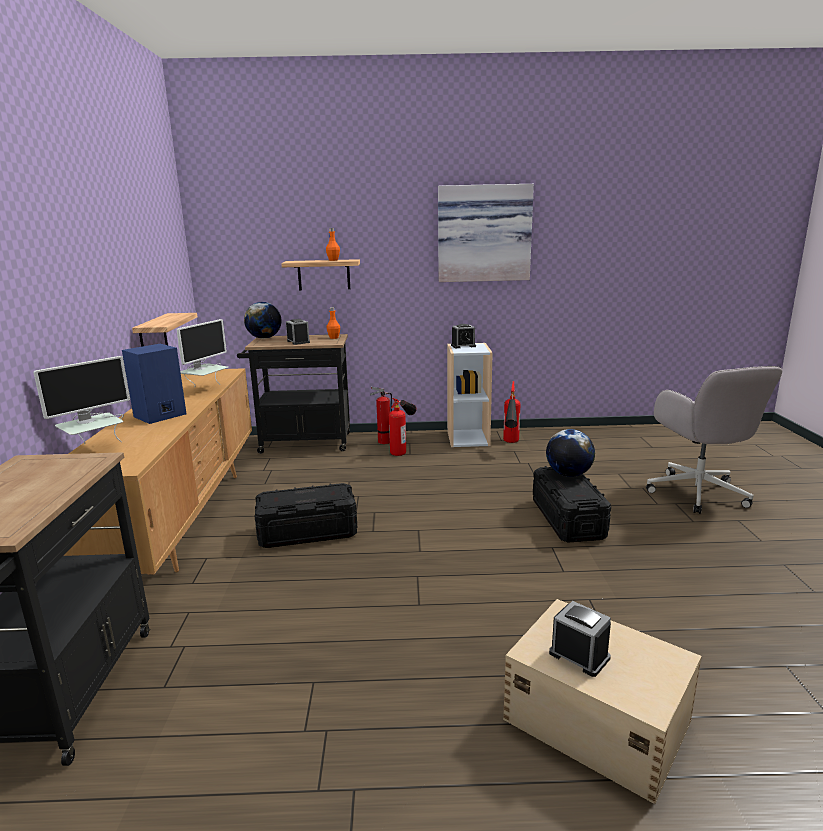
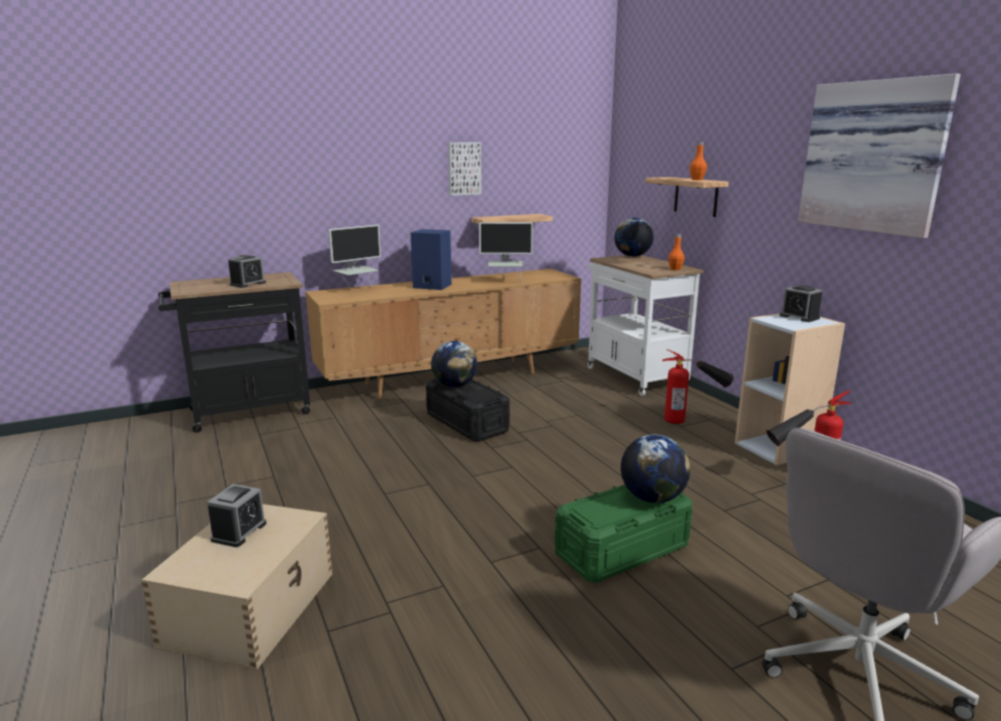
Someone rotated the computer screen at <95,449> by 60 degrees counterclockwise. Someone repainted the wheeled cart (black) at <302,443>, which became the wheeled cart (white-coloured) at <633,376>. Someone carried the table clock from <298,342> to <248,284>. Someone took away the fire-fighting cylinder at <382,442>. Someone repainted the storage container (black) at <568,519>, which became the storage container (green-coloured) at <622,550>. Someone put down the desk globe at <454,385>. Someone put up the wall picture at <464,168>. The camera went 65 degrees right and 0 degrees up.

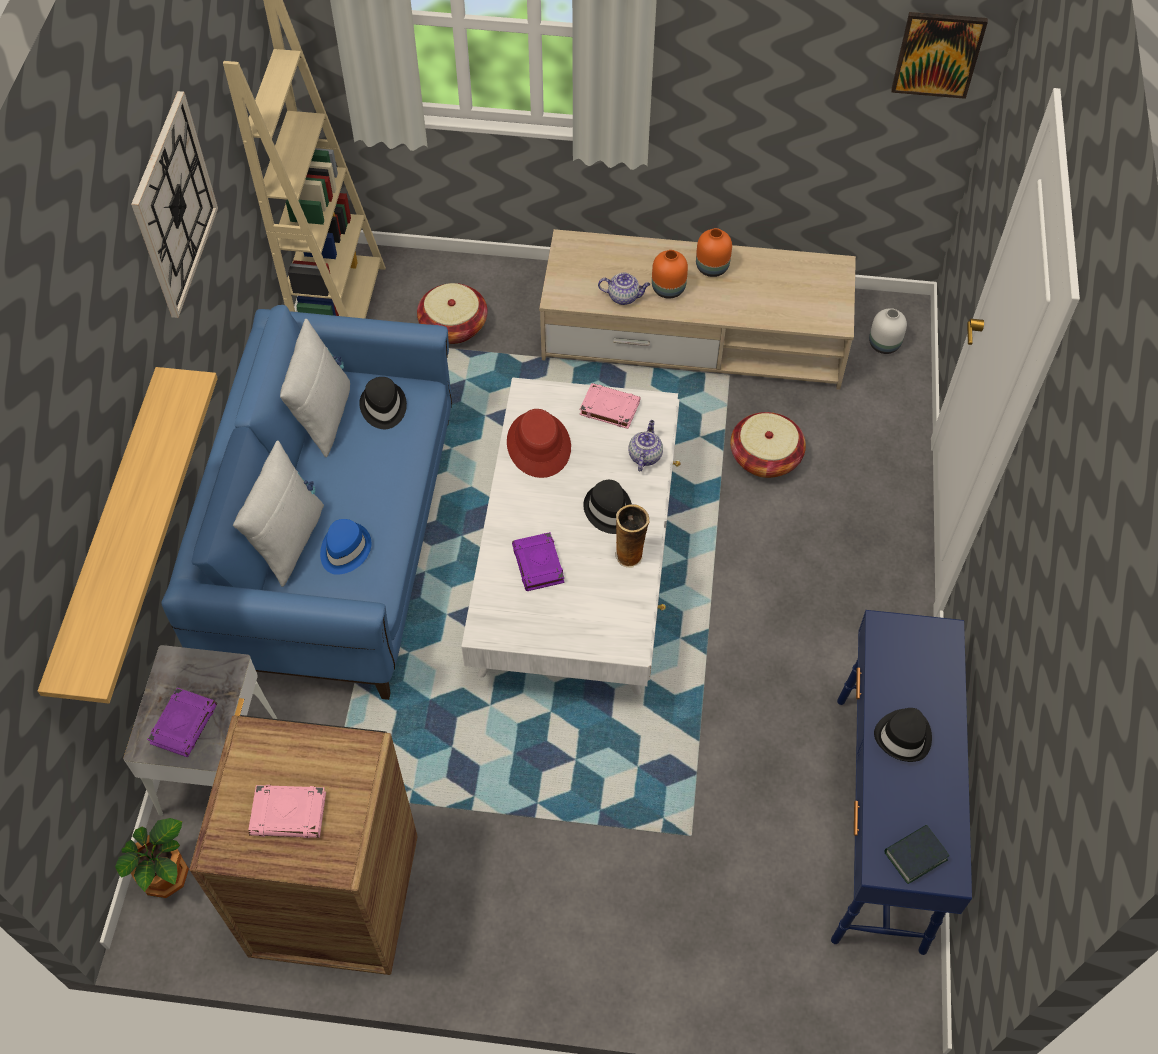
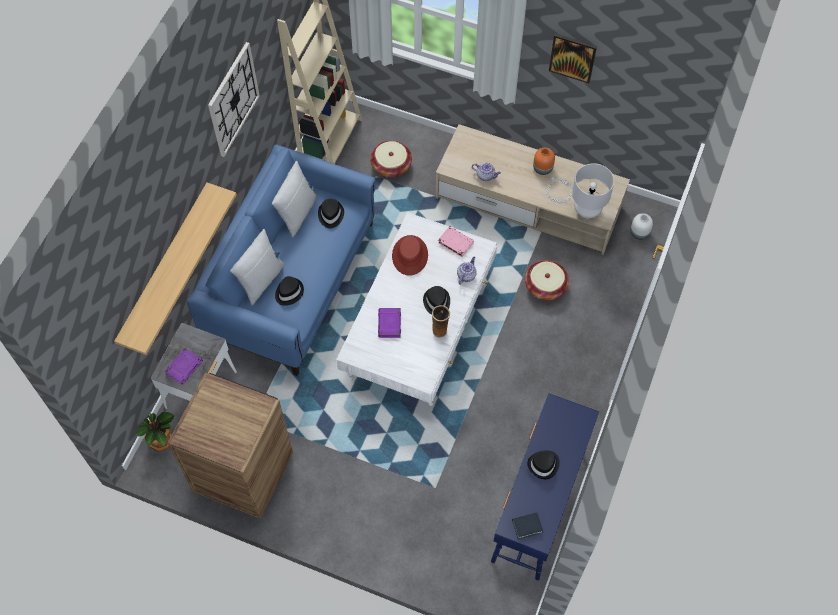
Someone took away the volume (pink-coloured) at <289,813>. Someone repainted the clothing hat (blue-coloured) at <344,550>, which became the clothing hat (black) at <288,292>. Someone took away the vase (orange) at <668,288>. Someone carried the wall picture from <938,54> to <572,57>. Someone put down the tabletop lamp (grey) at <576,203>. The camera went 15 degrees right and 5 degrees up.

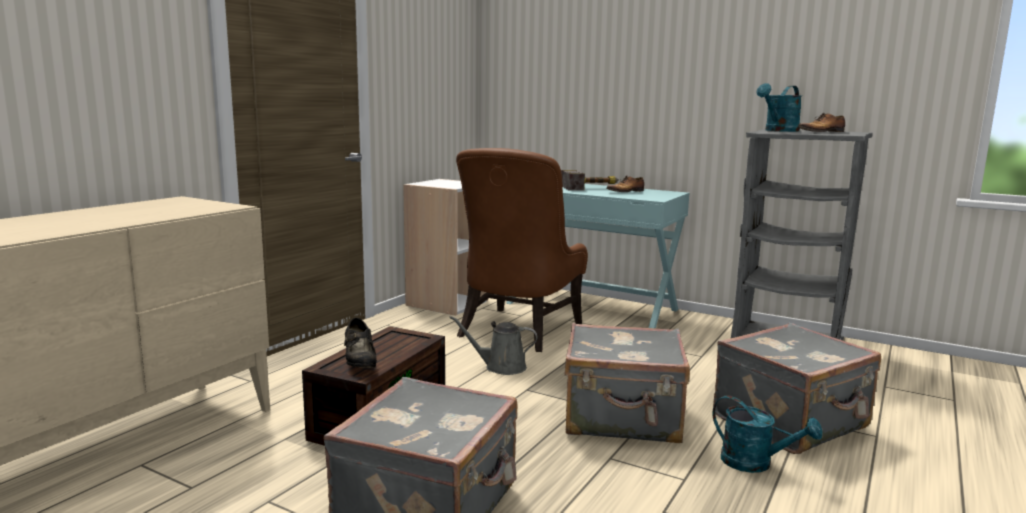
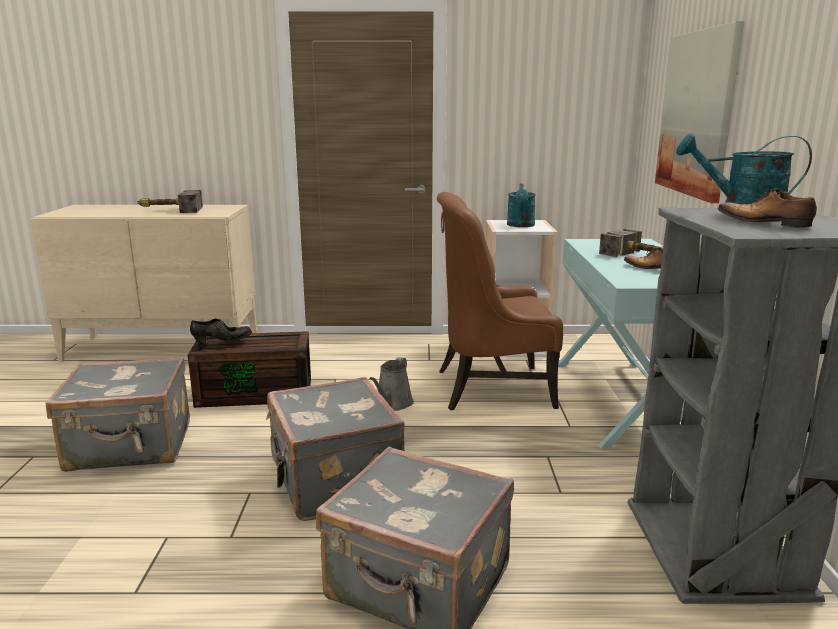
Someone rotated the item of footwear (black) at <360,363> by 150 degrees counterclockwise. Someone rotated the watering pot (grey) at <501,367> by 135 degrees counterclockwise. Someone carried the watering pot (turquoise) from <755,464> to <521,225>. Someone put down the hammer at <169,210>. Someone put up the wall picture at <697,114>. The camera went 60 degrees right and 5 degrees up.

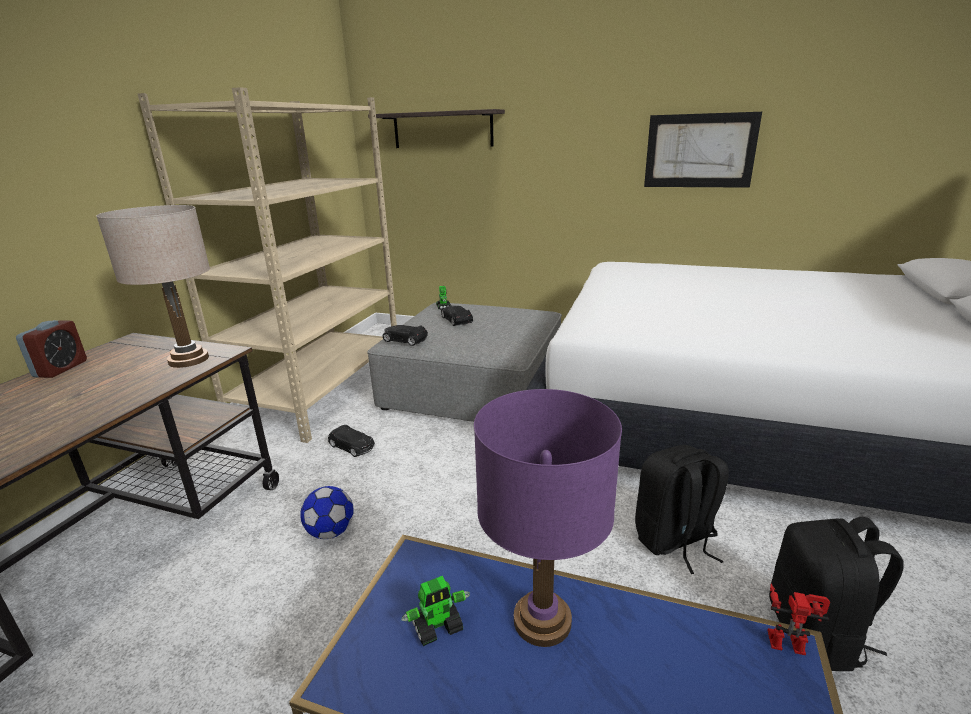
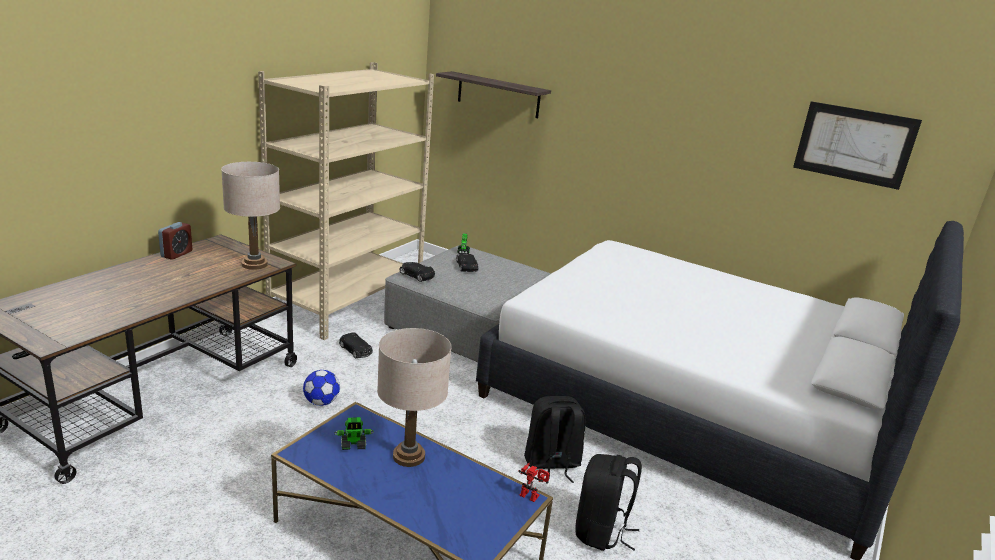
Someone repainted the tabletop lamp (purplish) at <542,620>, which became the tabletop lamp (beige-coloured) at <409,456>. Someone carried the wall picture from <699,151> to <854,144>. The camera went 10 degrees right and 0 degrees up.

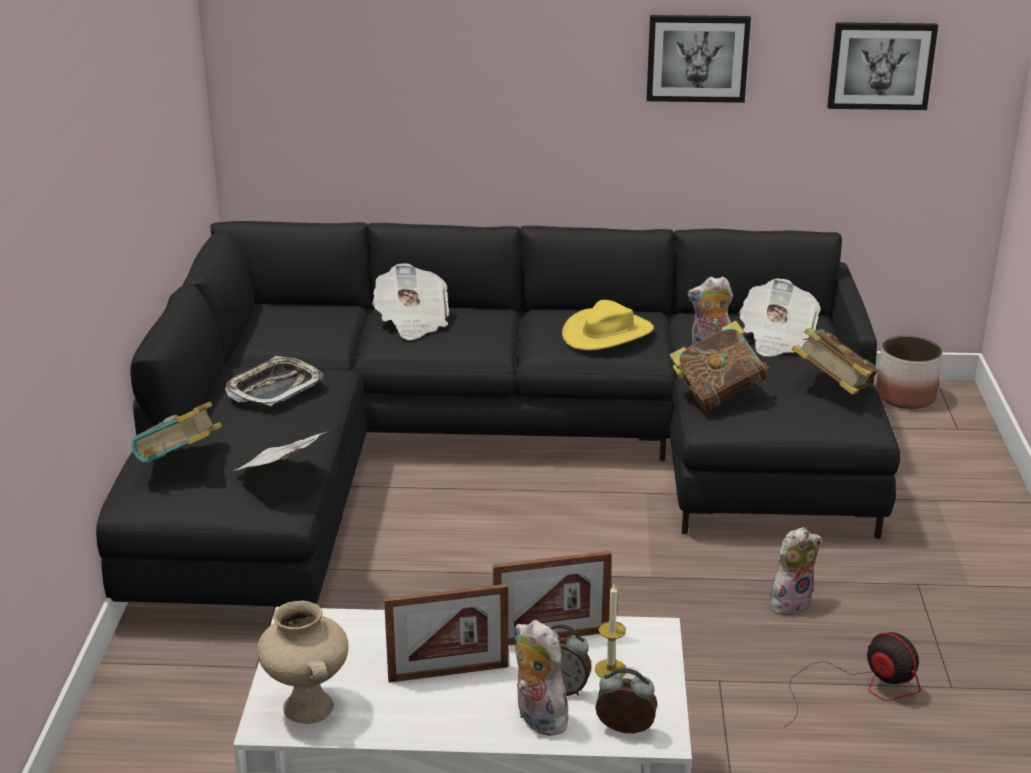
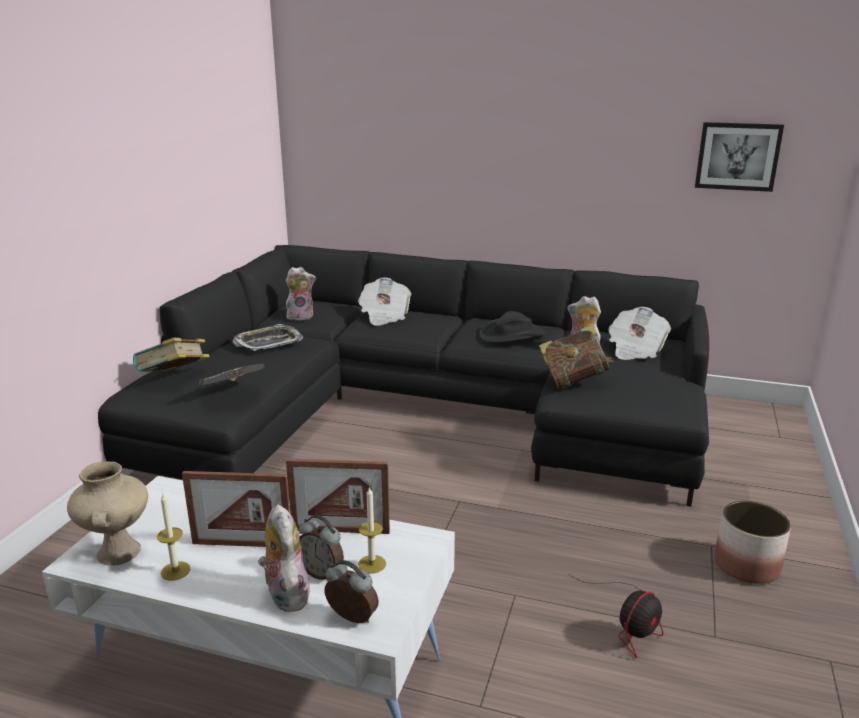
Someone repainted the clothing hat (yellow) at <607,333>, which became the clothing hat (black) at <512,334>. Someone took away the wall picture at <697,58>. Someone carried the soft toy from <790,602> to <301,316>. Someone rotated the cooling fan at <859,688> by 75 degrees clockwise. Someone took away the volume at <832,389>. Someone carried the flower pot from <905,396> to <747,565>. Someone put down the candle at <175,571>. The camera went 15 degrees right and 5 degrees down.

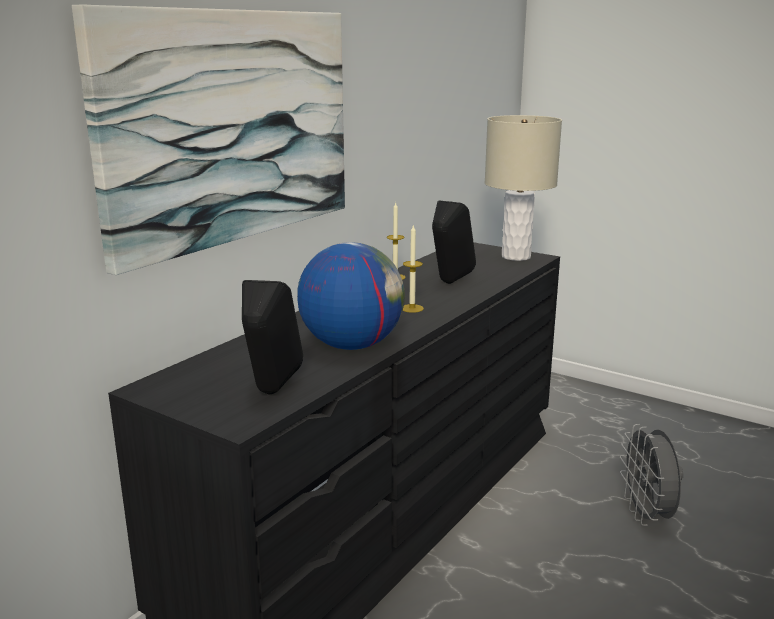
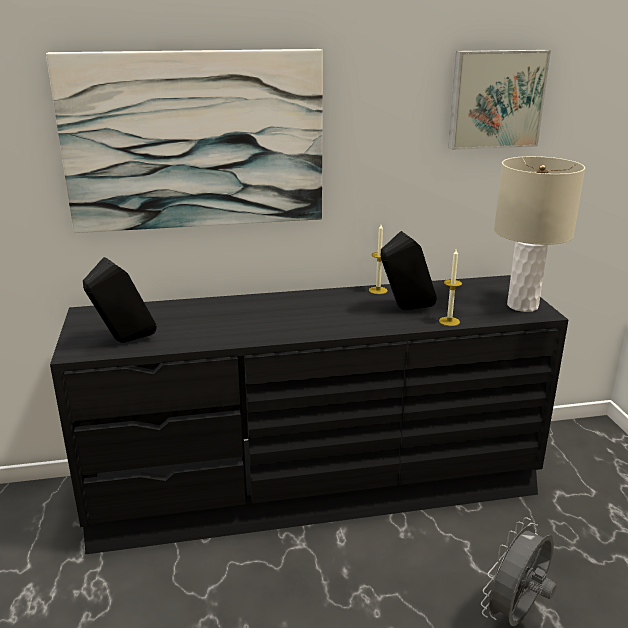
Someone took away the desk globe at <351,345>. Someone carried the candle from <412,308> to <449,321>. Someone put up the wall picture at <495,99>. The camera went 45 degrees right and 5 degrees up.

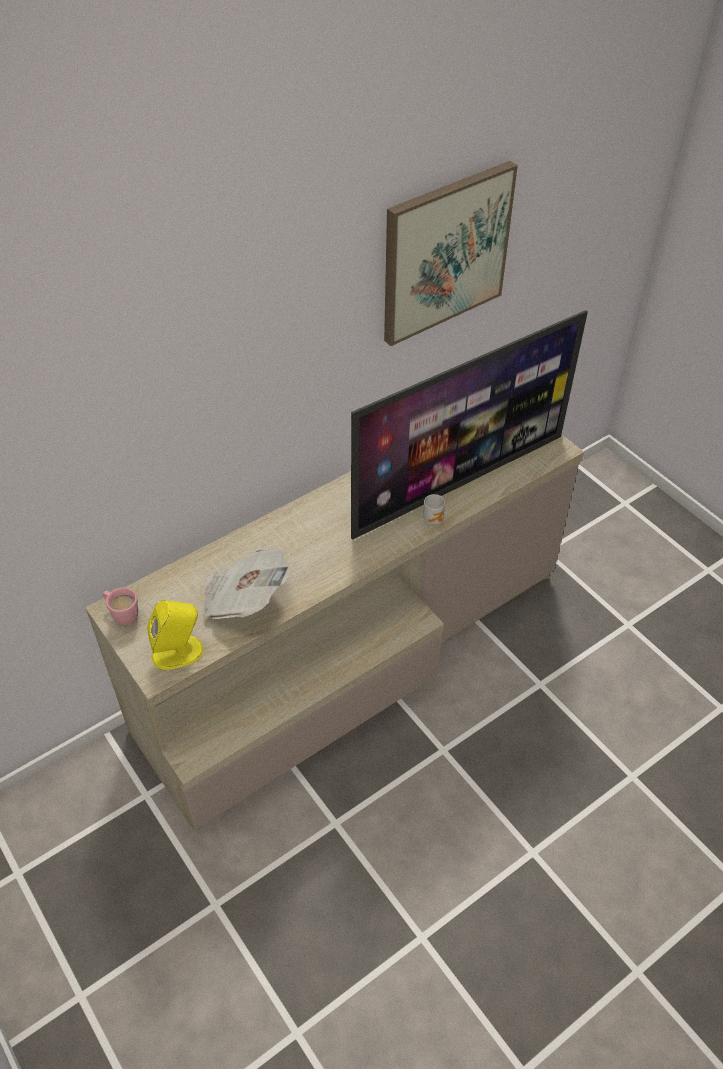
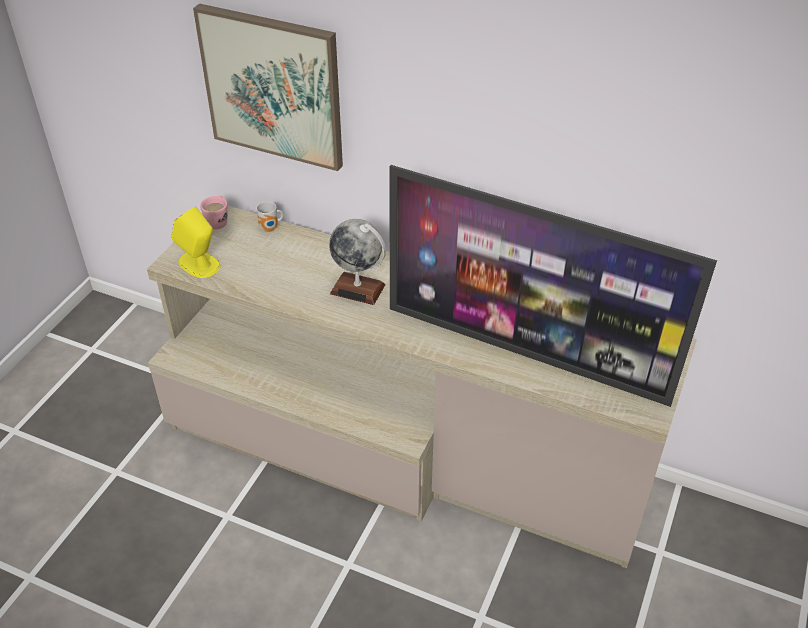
Someone took away the newspaper at <245,599>. Someone carried the wall picture from <445,253> to <273,87>. Someone carried the coffee mug from <434,519> to <270,229>. Someone put down the desk globe at <358,289>. The camera went 60 degrees right and 5 degrees down.

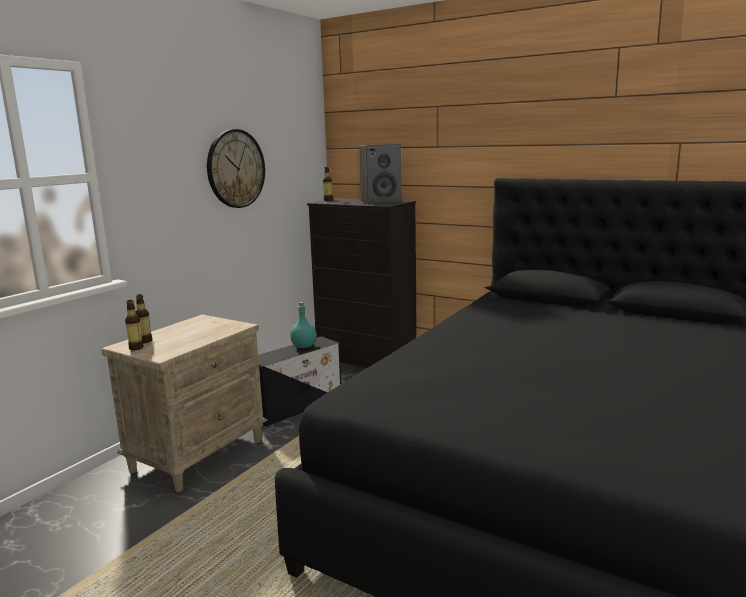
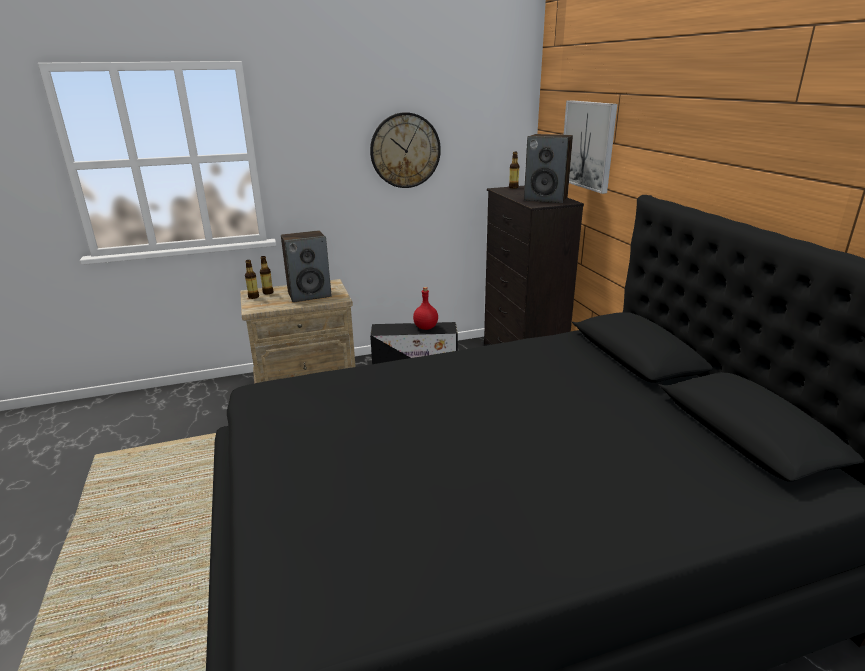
Someone repainted the drink bottle (turquoise) at <304,346>, which became the drink bottle (reddish) at <426,327>. Someone put down the loudspeaker at <309,294>. Someone put up the wall picture at <588,145>. The camera went 40 degrees right and 10 degrees up.

